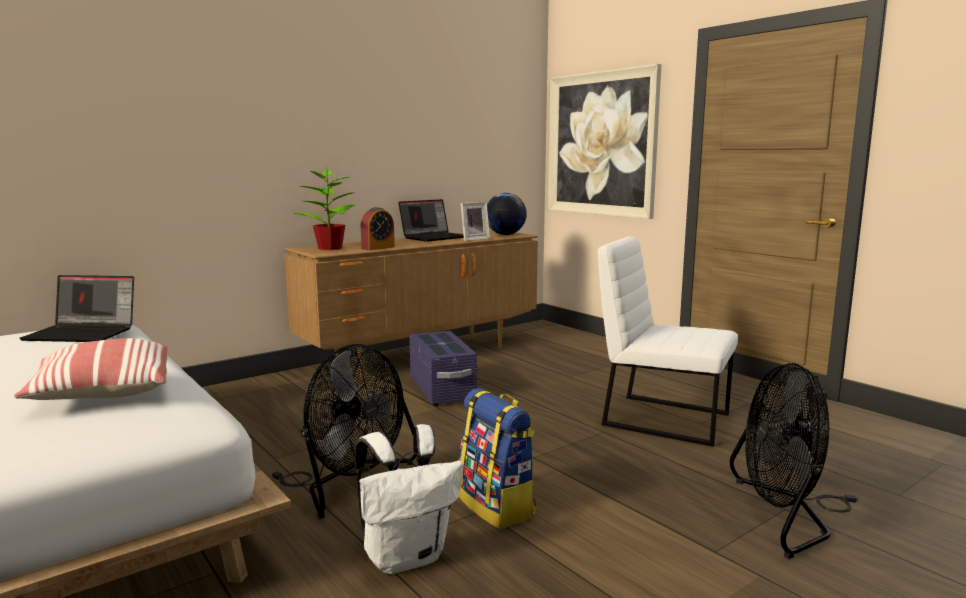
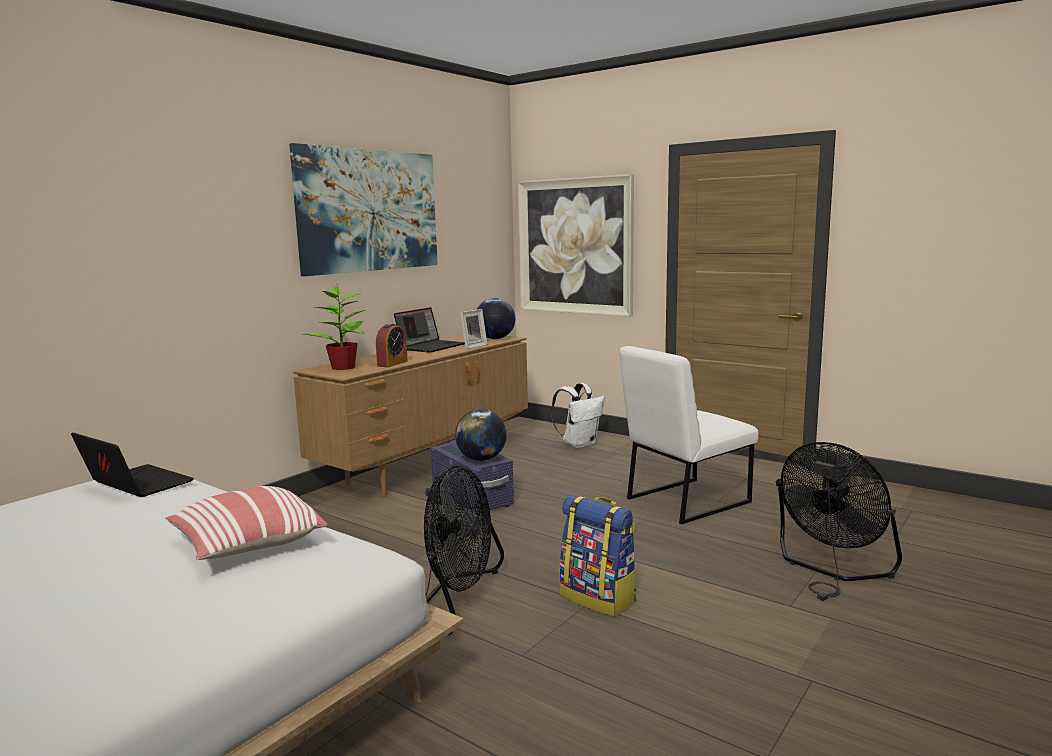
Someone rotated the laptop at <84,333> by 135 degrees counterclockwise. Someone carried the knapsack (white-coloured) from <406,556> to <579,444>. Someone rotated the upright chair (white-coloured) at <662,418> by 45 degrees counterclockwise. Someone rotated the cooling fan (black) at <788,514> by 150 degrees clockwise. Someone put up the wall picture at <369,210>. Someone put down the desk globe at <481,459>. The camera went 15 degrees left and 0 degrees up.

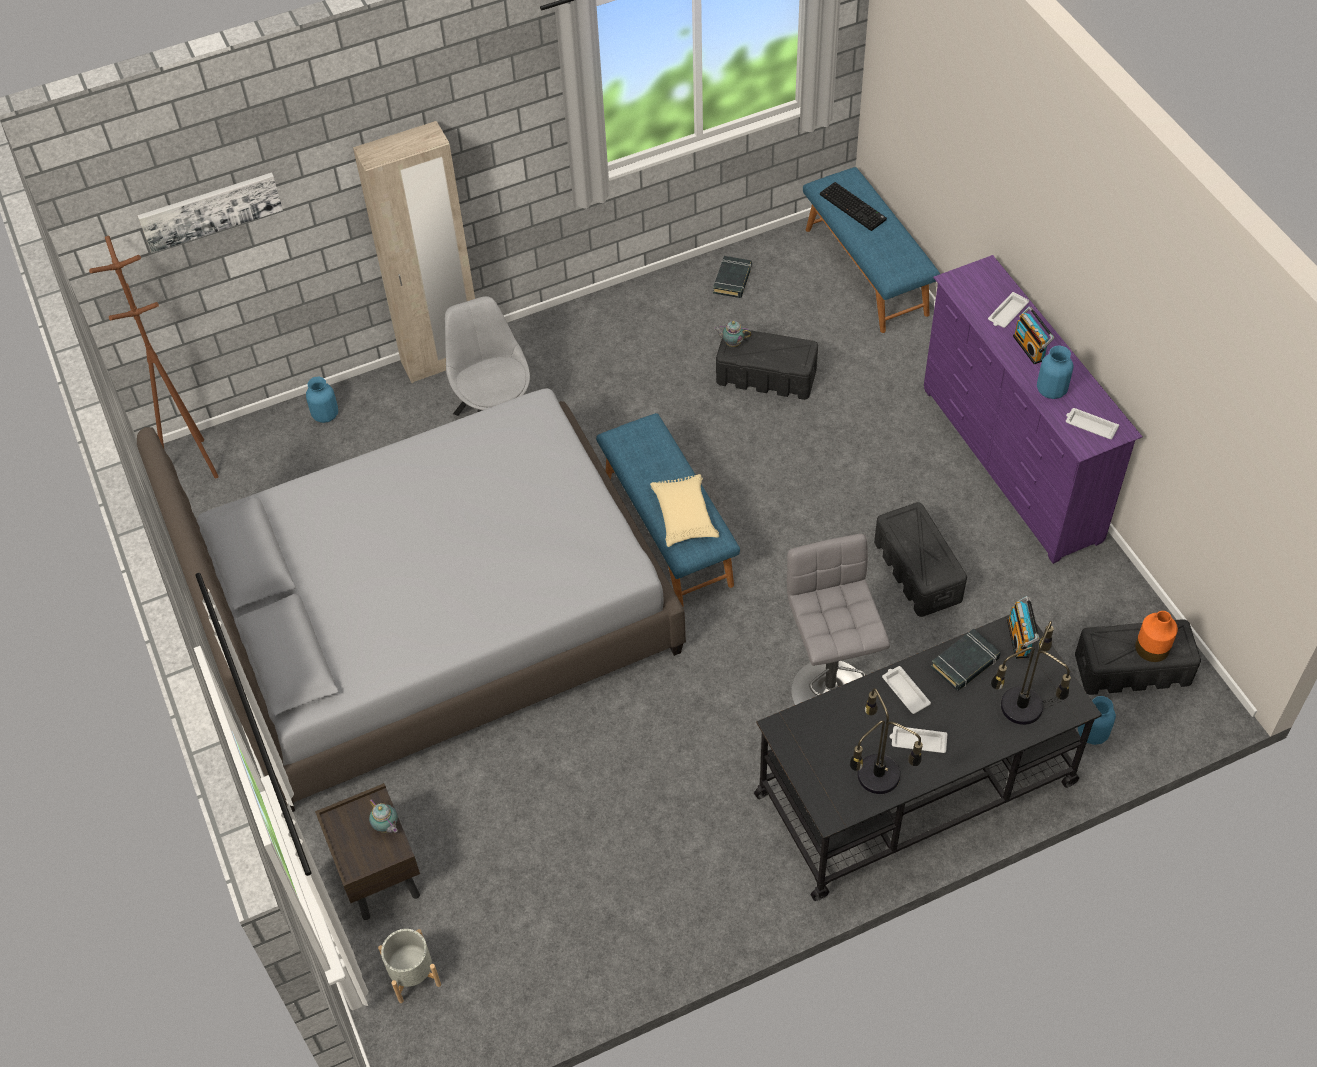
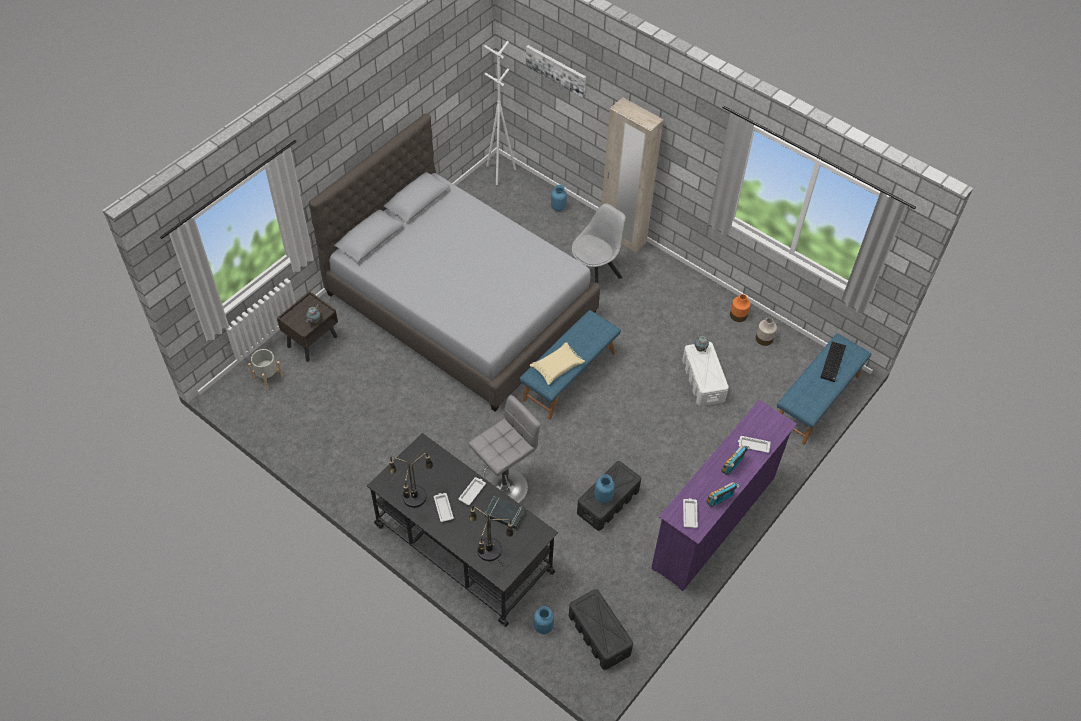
Someone repainted the garment rack (brownish) at <194,463>, which became the garment rack (white-coloured) at <500,173>. Someone swapped the volume (black) at <733,280> for the vase (beige-coloured) at <764,338>. Someone repainted the storage container (black) at <767,376>, which became the storage container (white-coloured) at <703,381>. Someone carried the radio receiver from <1020,638> to <720,499>. Someone carried the vase (blue-coloured) from <1051,390> to <603,496>. Someone carried the vase (orange) from <1152,647> to <738,315>. The camera went 60 degrees right and 0 degrees up.

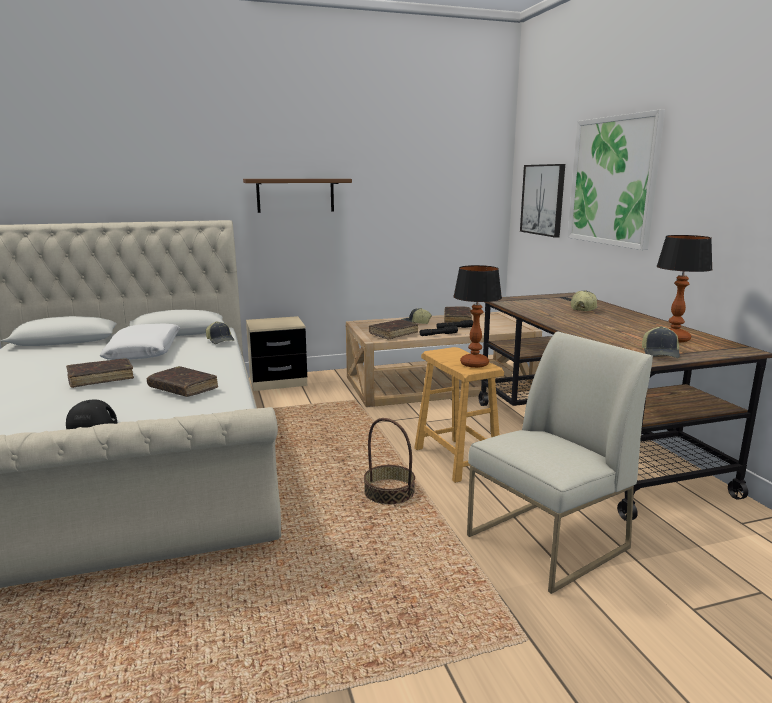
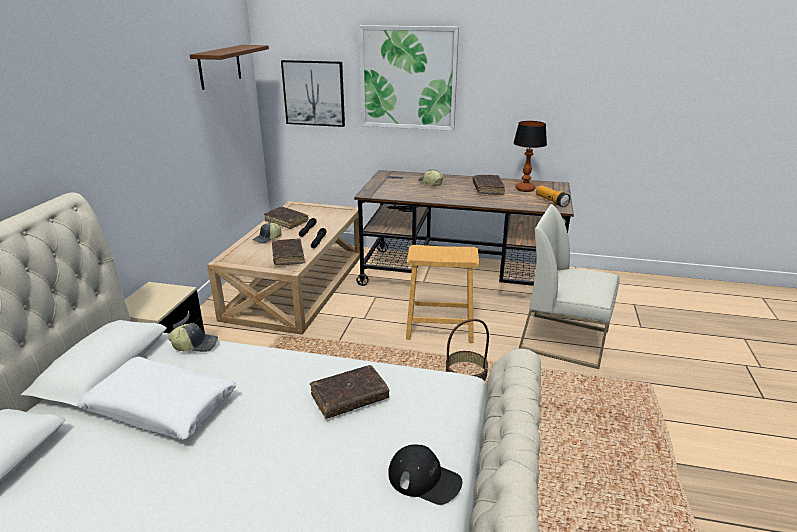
Someone carried the volume (brownish) from <101,378> to <487,189>. Someone carried the bracket shelf (brownish) from <295,195> to <220,66>. Someone took away the tabletop lamp at <474,364>. Someone rotated the upright chair (white-coloured) at <547,542> by 60 degrees counterclockwise. Someone swapped the cap at <660,354> for the hand torch at <551,202>. The camera went 60 degrees left and 10 degrees up.

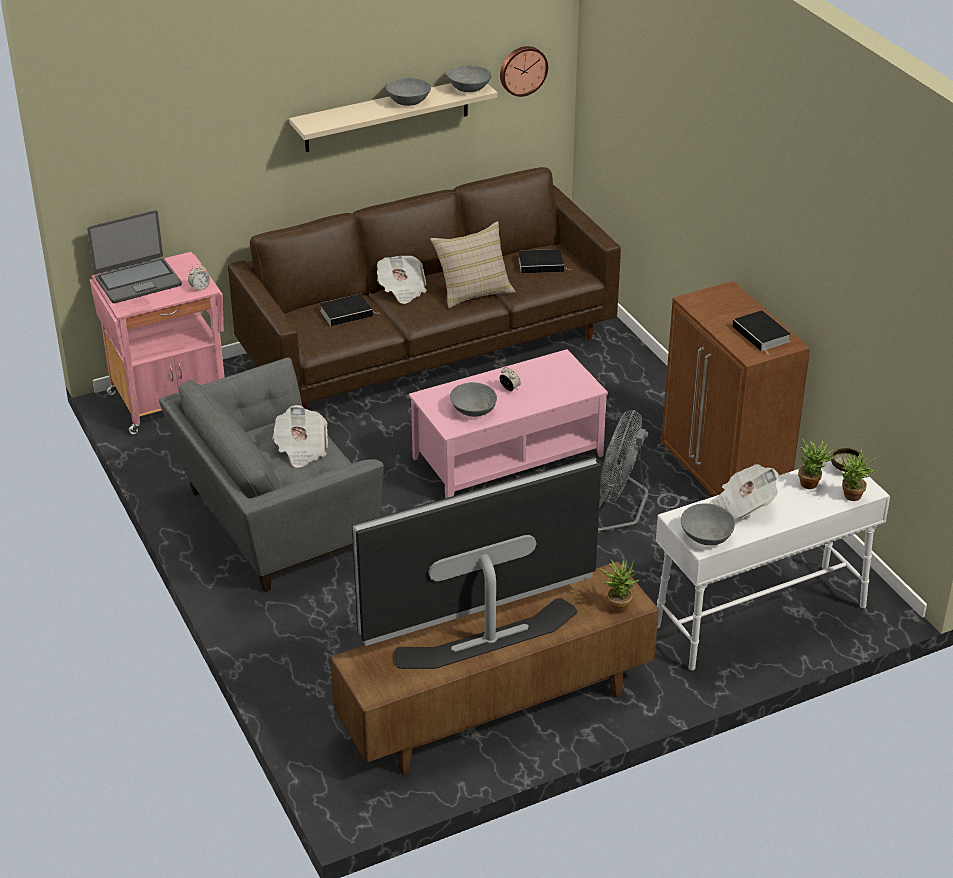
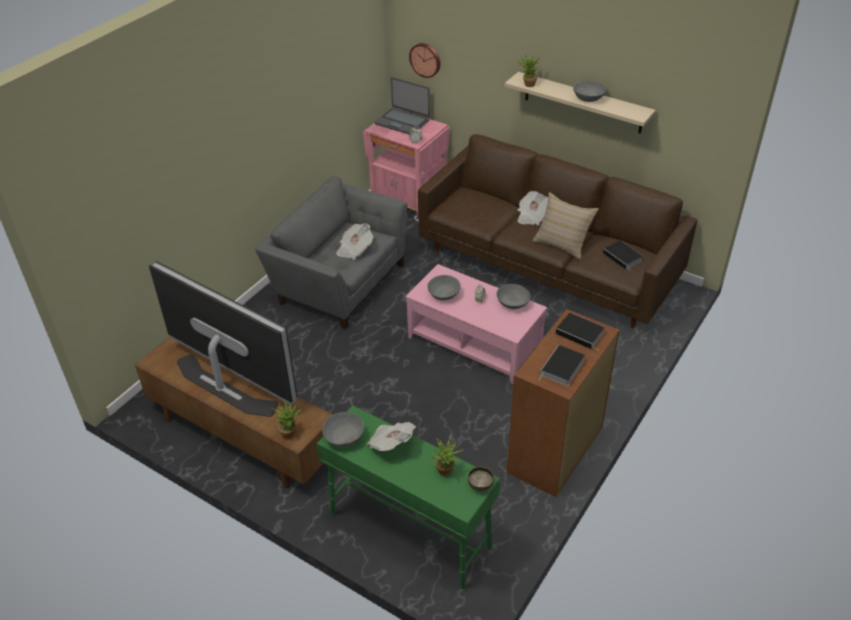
Someone carried the volume from <347,312> to <581,333>. Someone carried the deep dish (grey) from <469,89> to <512,304>. Someone carried the hanging clock from <522,70> to <425,59>. Someone took away the cooling fan (grey) at <628,504>. Someone repainted the narrow table (white-coloured) at <759,616>, which became the narrow table (green-coloured) at <410,529>. Someone carried the houseplant from <851,498> to <527,85>. The camera went 60 degrees right and 5 degrees up.

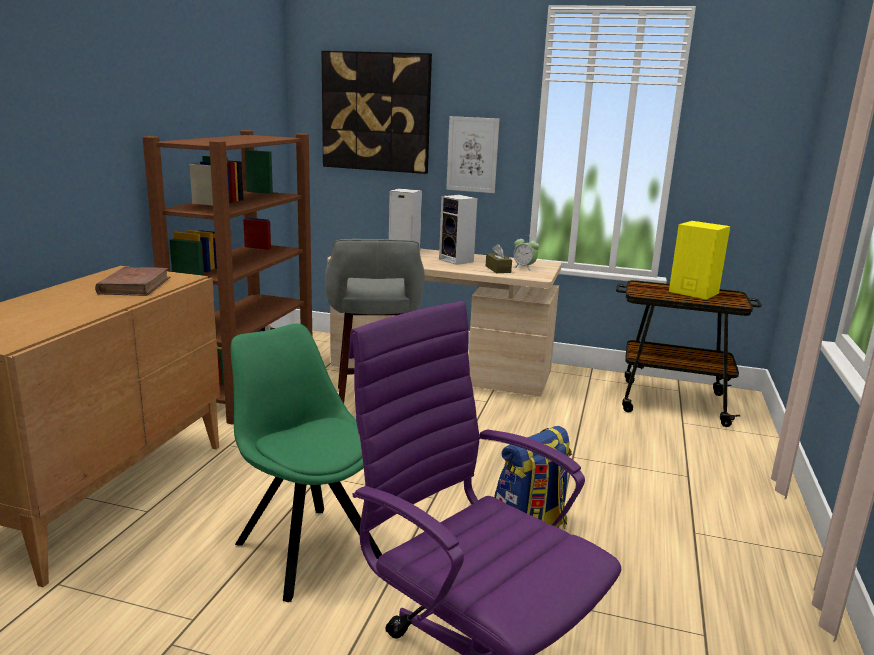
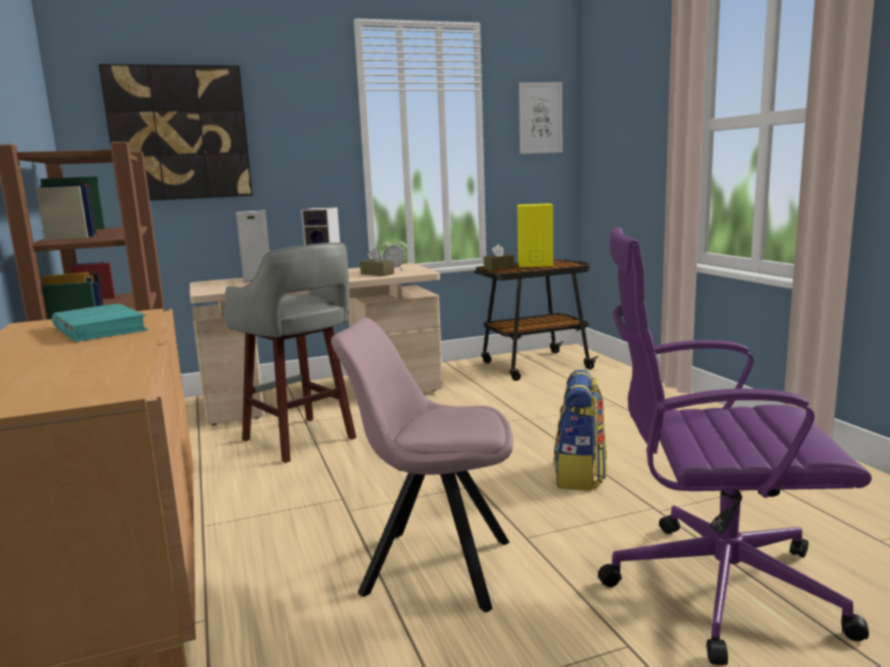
Someone repainted the volume (brownish) at <135,286>, which became the volume (turquoise) at <99,328>. Someone repainted the upright chair (green-coloured) at <306,550>, which became the upright chair (pink-coloured) at <436,567>. Someone carried the wall picture from <472,154> to <540,118>. Someone put down the tissue box (brownish) at <499,268>. The camera went 35 degrees left and 5 degrees down.

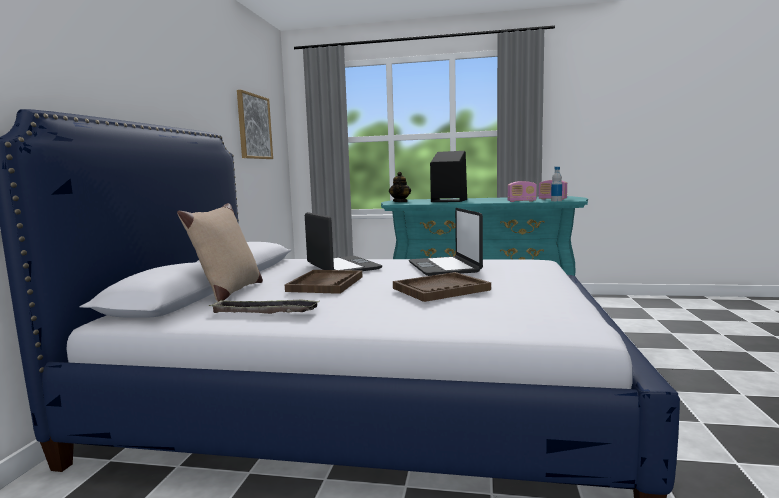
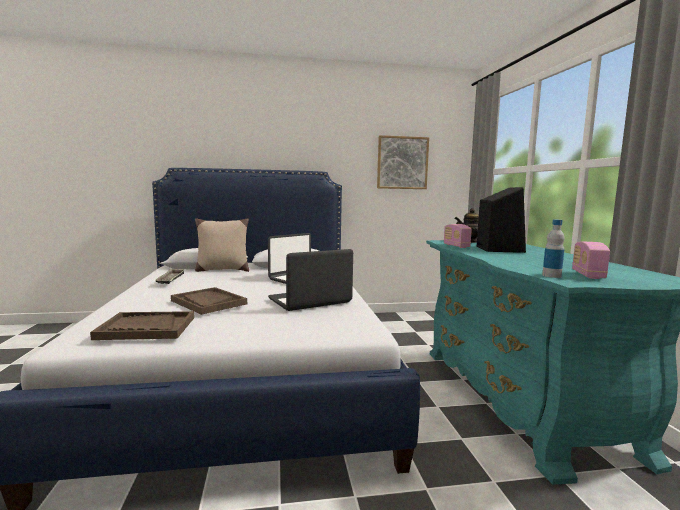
Someone carried the tray (brownish) from <325,284> to <146,328>. Someone carried the radio receiver from <521,201> to <456,246>. The camera went 70 degrees right and 0 degrees up.

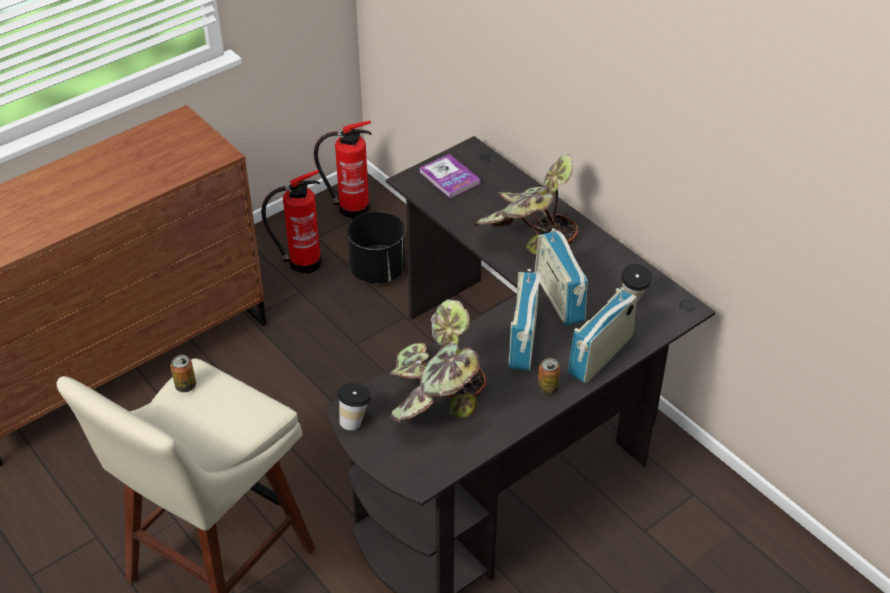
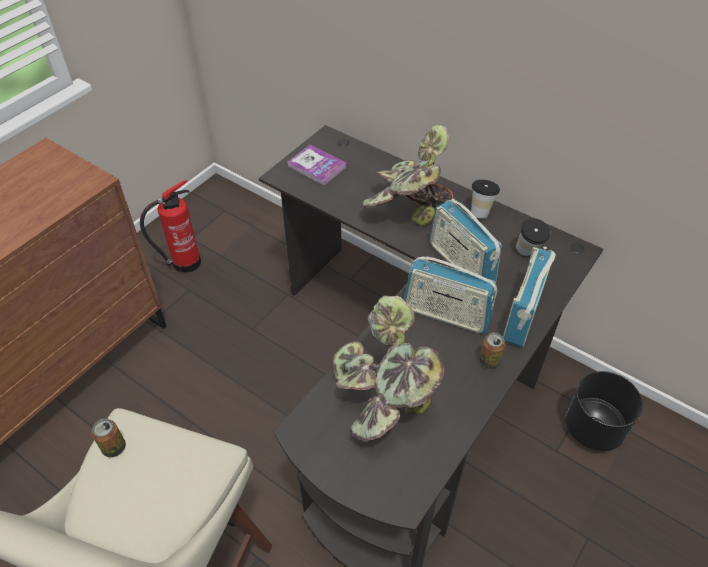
Someone took away the fire-fighting cylinder at <351,209>. Someone carried the cup from <355,420> to <481,211>. Someone carried the flower pot (black) from <378,270> to <593,427>. Someone rotated the radio receiver at <523,341> by 60 degrees counterclockwise. The camera went 15 degrees left and 5 degrees up.

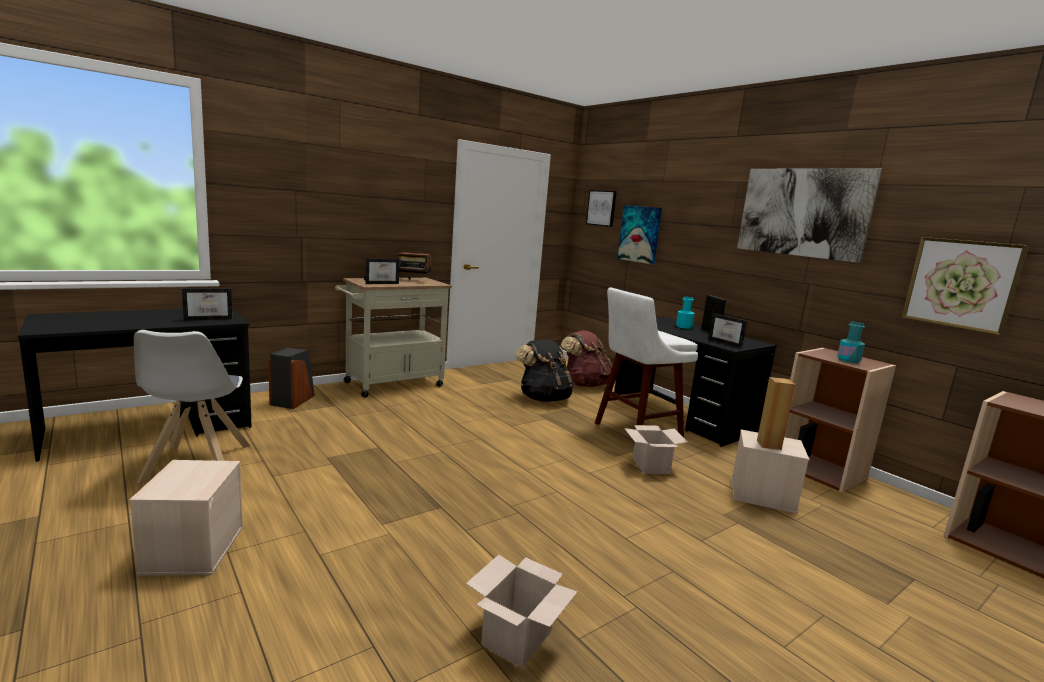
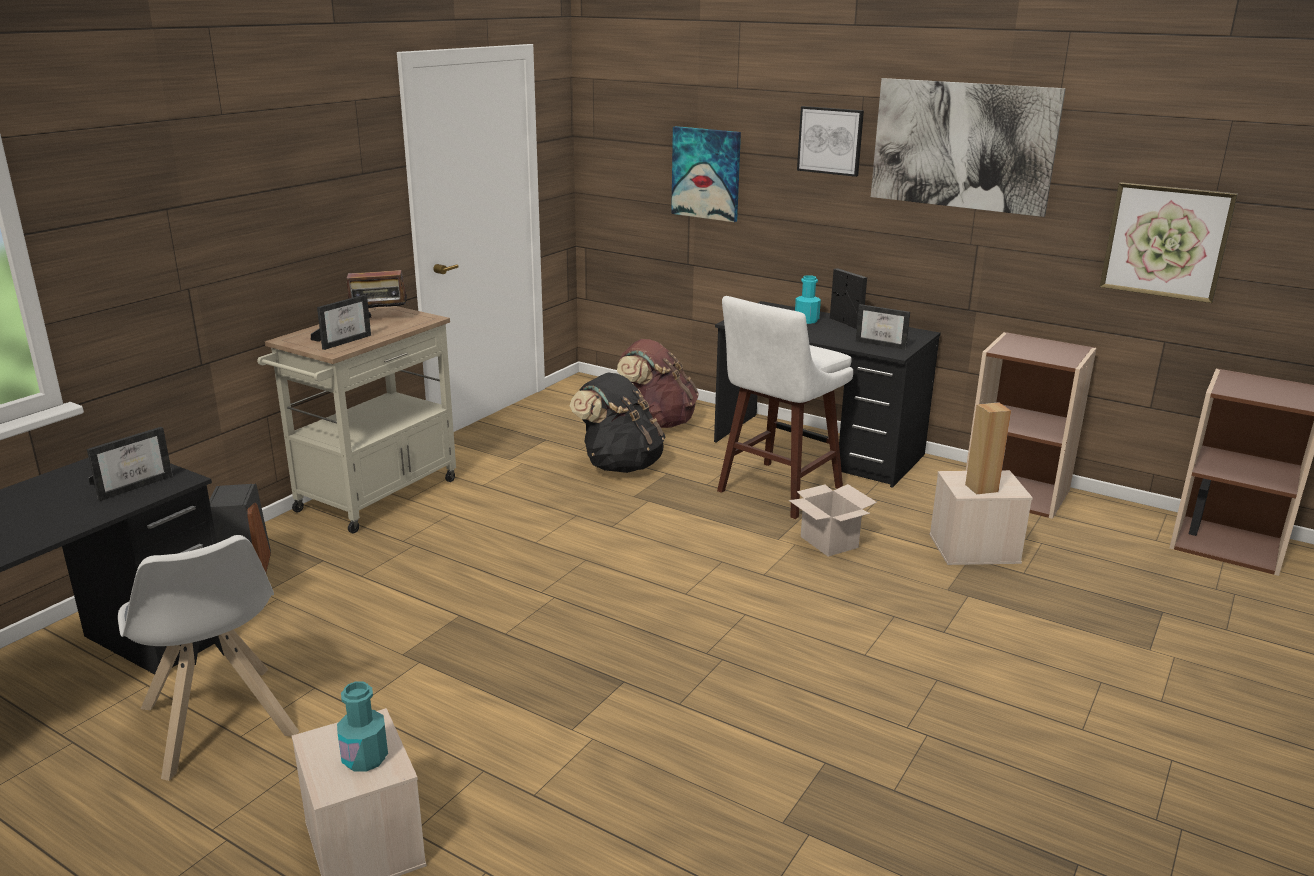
Someone took away the packing box at <517,639>. Someone carried the wall picture from <601,208> to <830,140>. Someone carried the drink bottle (turquoise) from <848,360> to <365,758>. The camera went 20 degrees left and 10 degrees up.

